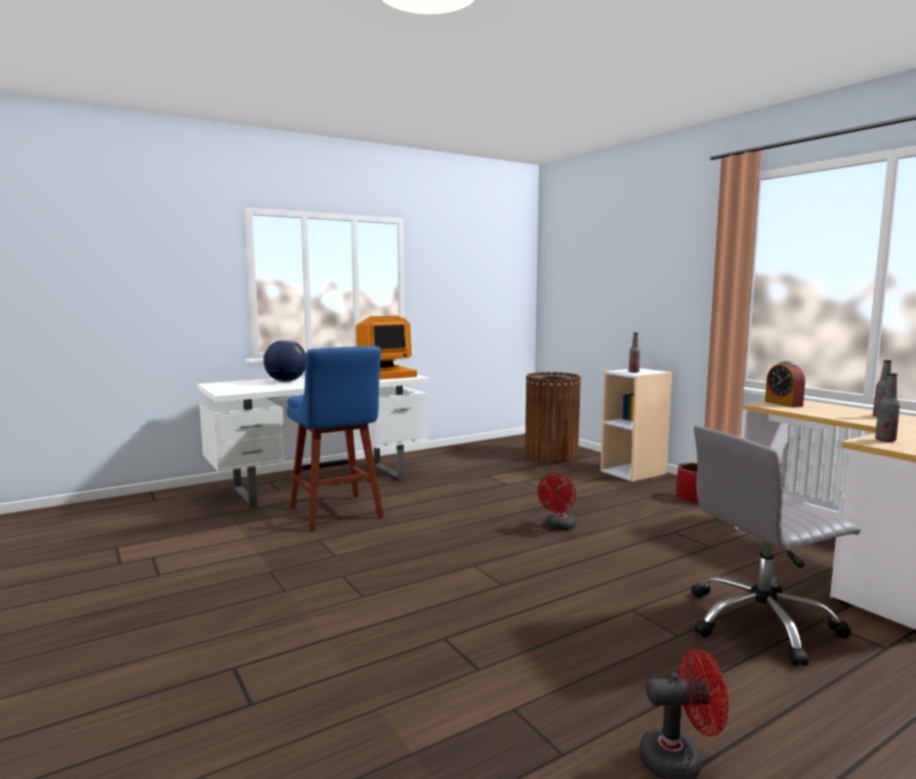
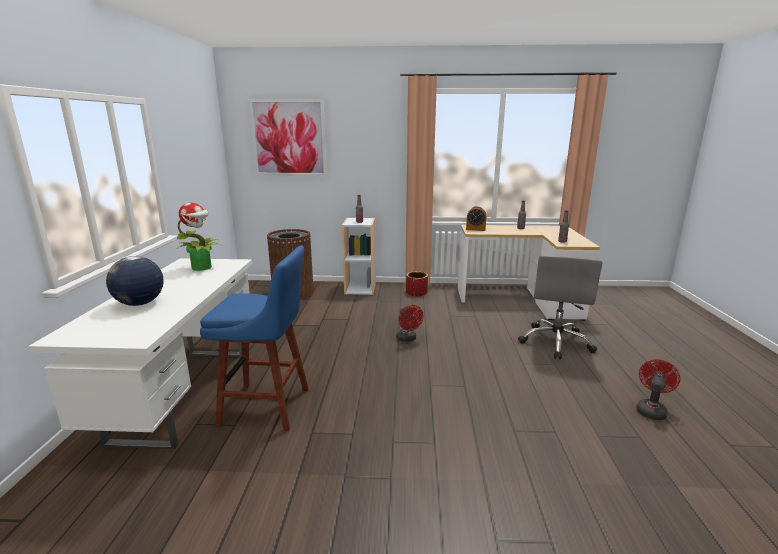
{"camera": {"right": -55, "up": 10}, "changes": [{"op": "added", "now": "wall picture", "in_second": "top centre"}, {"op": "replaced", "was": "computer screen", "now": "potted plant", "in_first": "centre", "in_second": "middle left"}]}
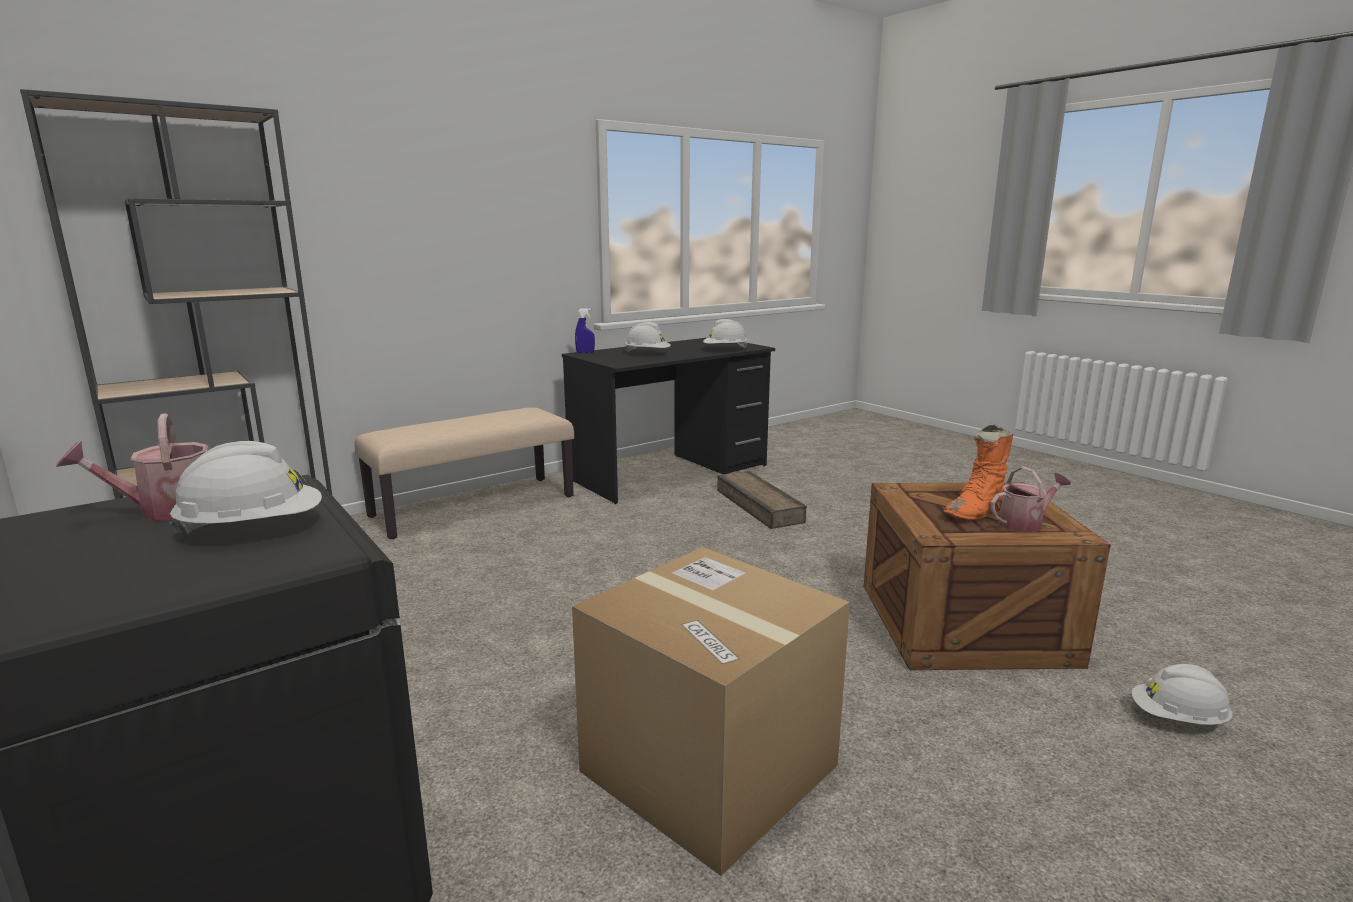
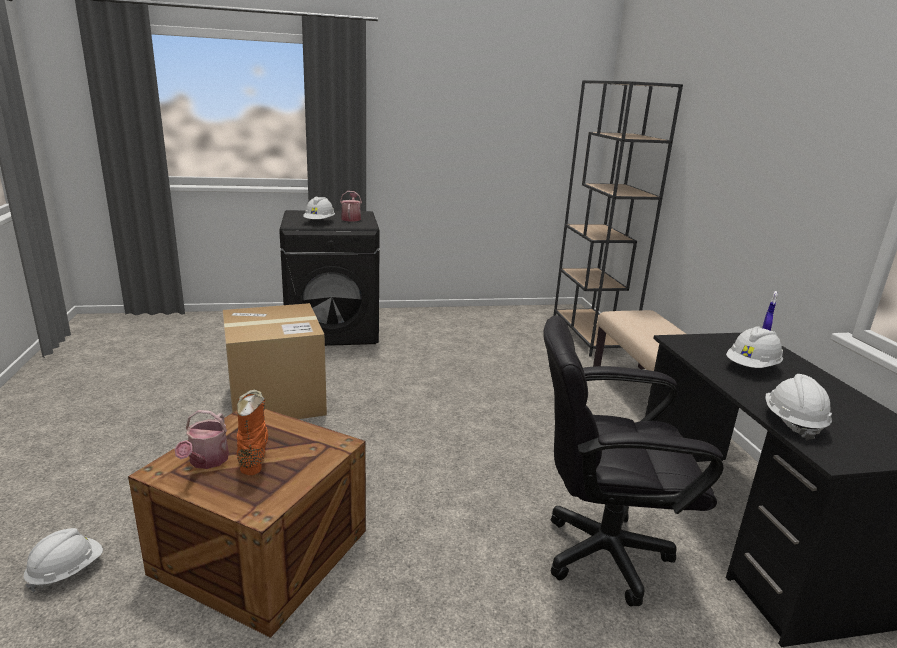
{"camera": {"right": 115, "up": 5}, "changes": [{"op": "replaced", "was": "crate (1st from left)", "now": "blackish computer chair", "in_first": "centre", "in_second": "bottom right"}]}
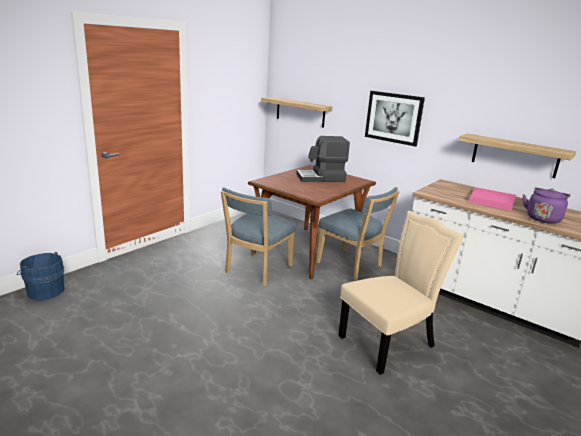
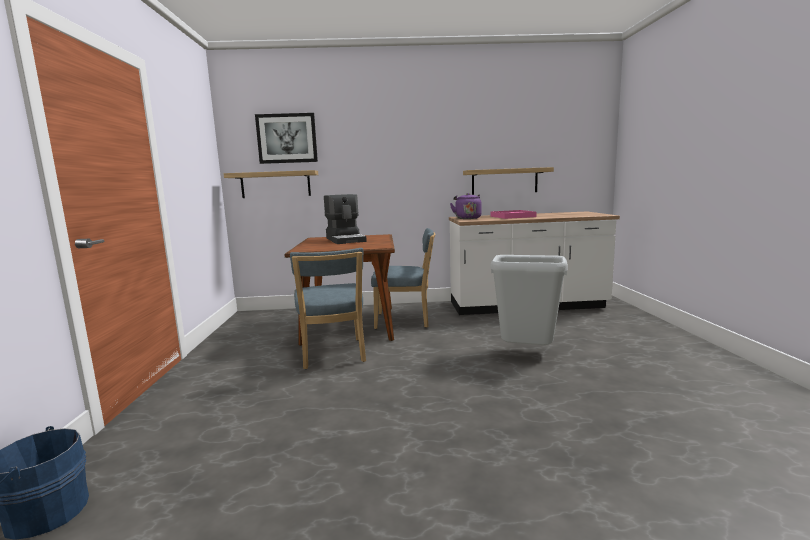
{"camera": {"right": -40, "up": -10}, "changes": [{"op": "moved", "was": "wall picture", "in_first": "top right", "in_second": "top centre"}, {"op": "moved", "was": "purplish water kettle", "in_first": "middle right", "in_second": "centre"}, {"op": "replaced", "was": "sand-coloured plain chair", "now": "gray waste bin", "in_first": "bottom right", "in_second": "centre"}, {"op": "turned", "was": "coffee maker", "in_first": "centre", "in_second": "centre", "clockwise": -60}]}
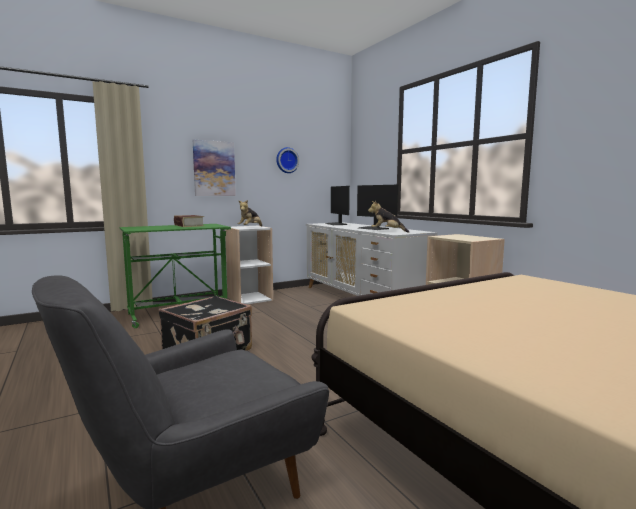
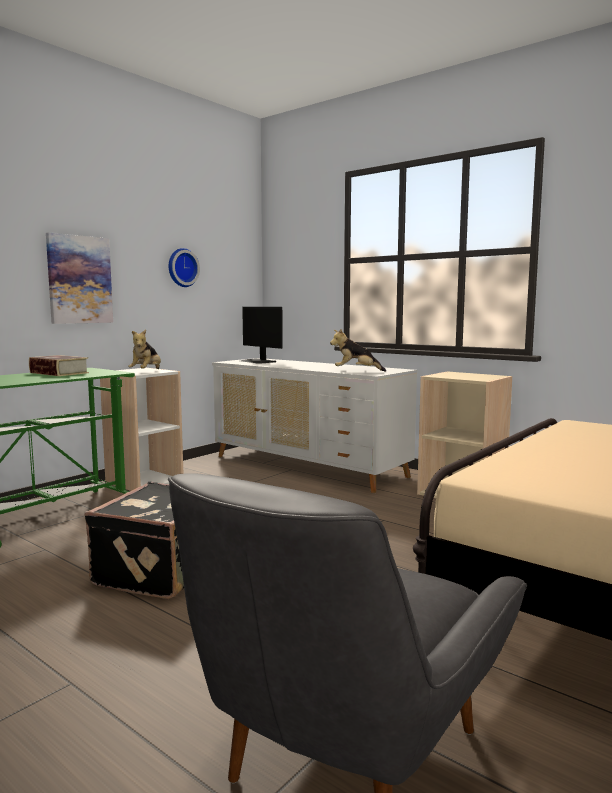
{"camera": {"right": -20, "up": 0}, "changes": [{"op": "removed", "was": "computer screen (2nd from left)", "in_first": "centre"}]}
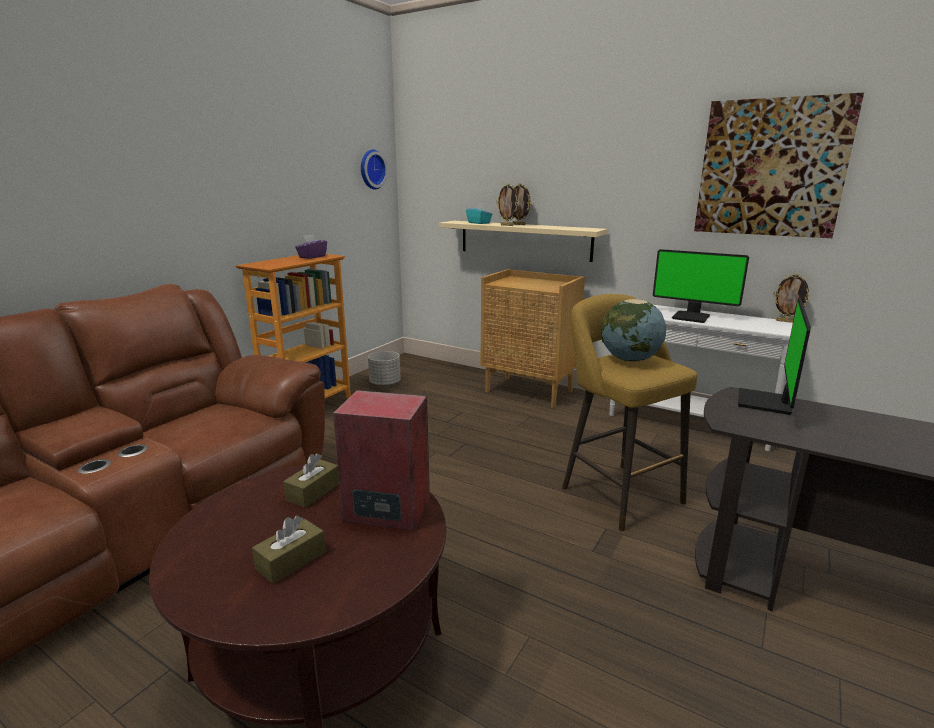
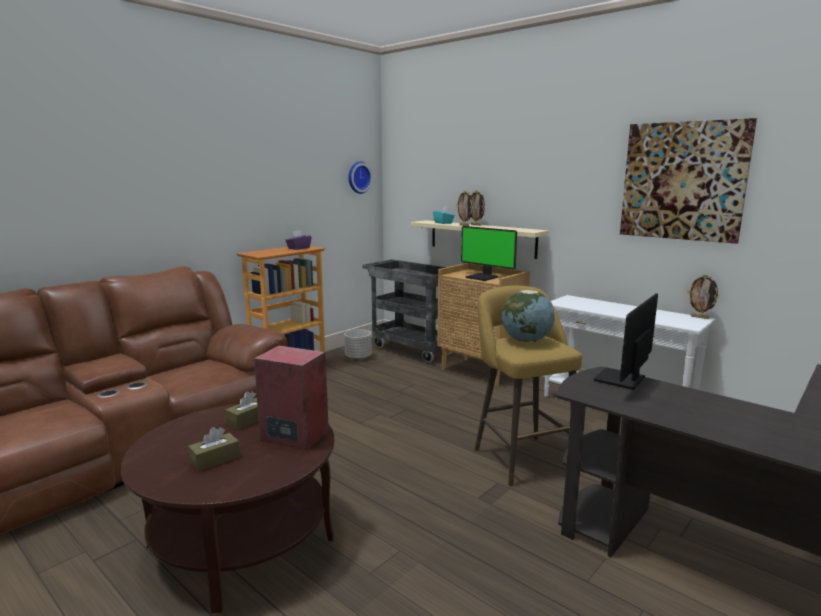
{"camera": {"right": 10, "up": -5}, "changes": [{"op": "added", "now": "blackish wheeled cart", "in_second": "centre"}, {"op": "moved", "was": "computer screen (1st from left)", "in_first": "middle right", "in_second": "centre"}]}
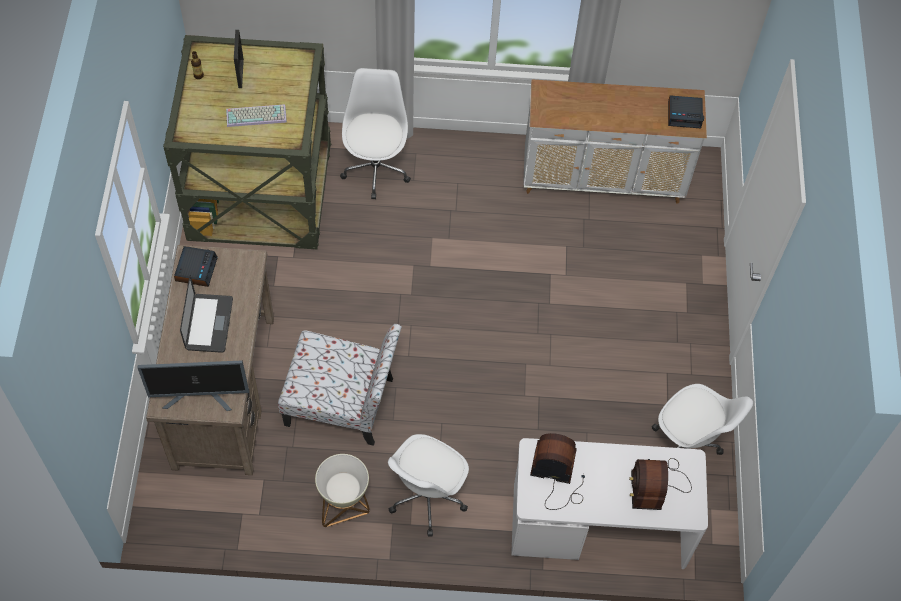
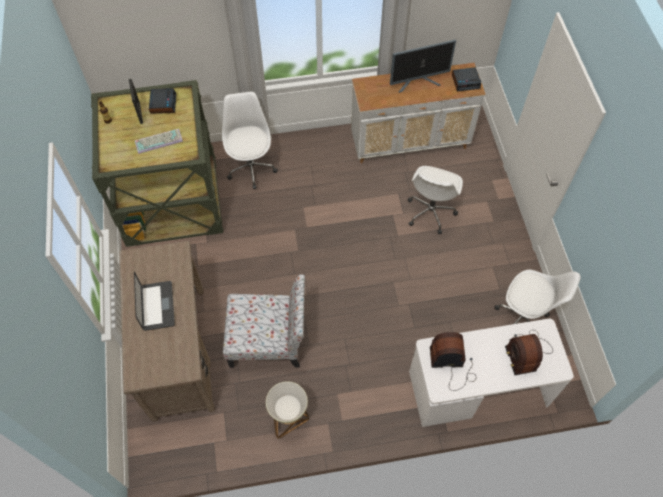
{"camera": {"right": -10, "up": 0}, "changes": [{"op": "moved", "was": "computer screen", "in_first": "middle left", "in_second": "top centre"}, {"op": "moved", "was": "table clock (1st from left)", "in_first": "middle left", "in_second": "top left"}, {"op": "moved", "was": "white-coloured computer chair (2nd from left)", "in_first": "bottom centre", "in_second": "centre"}]}
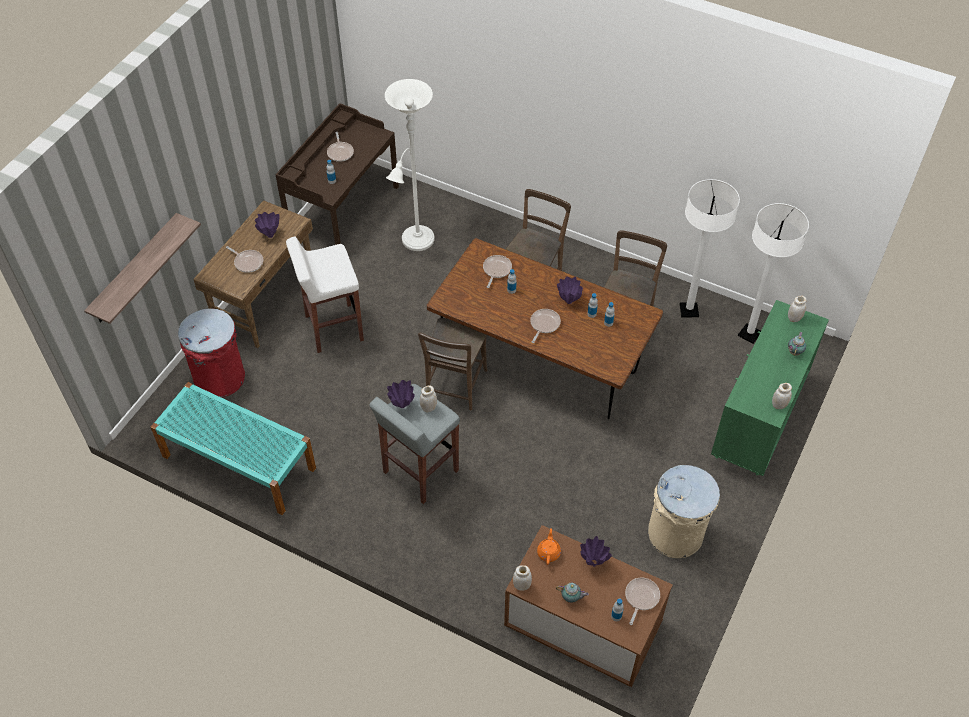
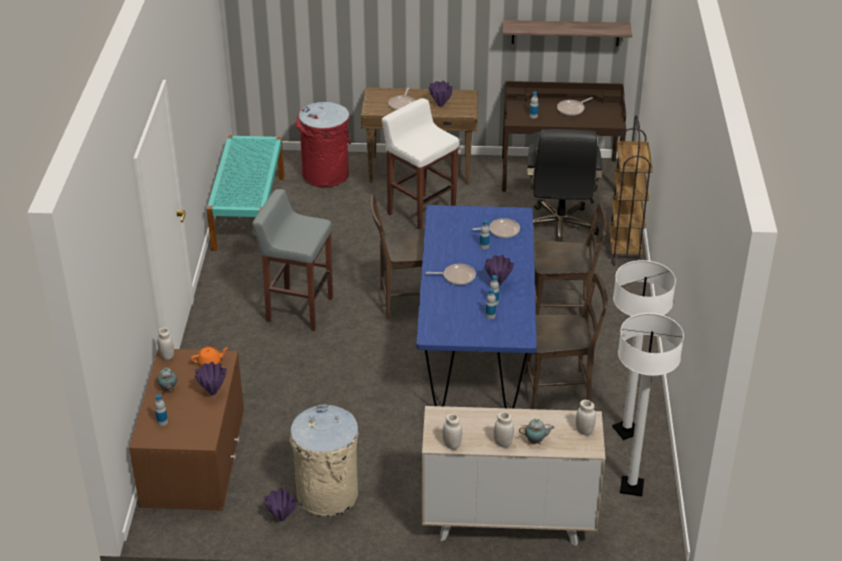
{"camera": {"right": 65, "up": -15}, "changes": [{"op": "removed", "was": "frying pan (5th from left)", "in_first": "bottom centre"}, {"op": "added", "now": "brown wheeled cart", "in_second": "middle right"}, {"op": "moved", "was": "shelf", "in_first": "middle left", "in_second": "top right"}, {"op": "moved", "was": "purplish decorative vase (2nd from left)", "in_first": "centre", "in_second": "bottom left"}, {"op": "moved", "was": "white-coloured jar (1st from left in the first image)", "now": "white-coloured jar (3rd from left)", "in_first": "centre", "in_second": "bottom centre"}, {"op": "replaced", "was": "white-coloured standard lamp (1st from left)", "now": "blackish computer chair", "in_first": "top centre", "in_second": "top right"}, {"op": "recoloured", "was": "brown dining table", "now": "blue dining table", "in_first": "centre", "in_second": "centre"}, {"op": "recoloured", "was": "greenish chest of drawers", "now": "white-coloured chest of drawers", "in_first": "middle right", "in_second": "bottom centre"}]}
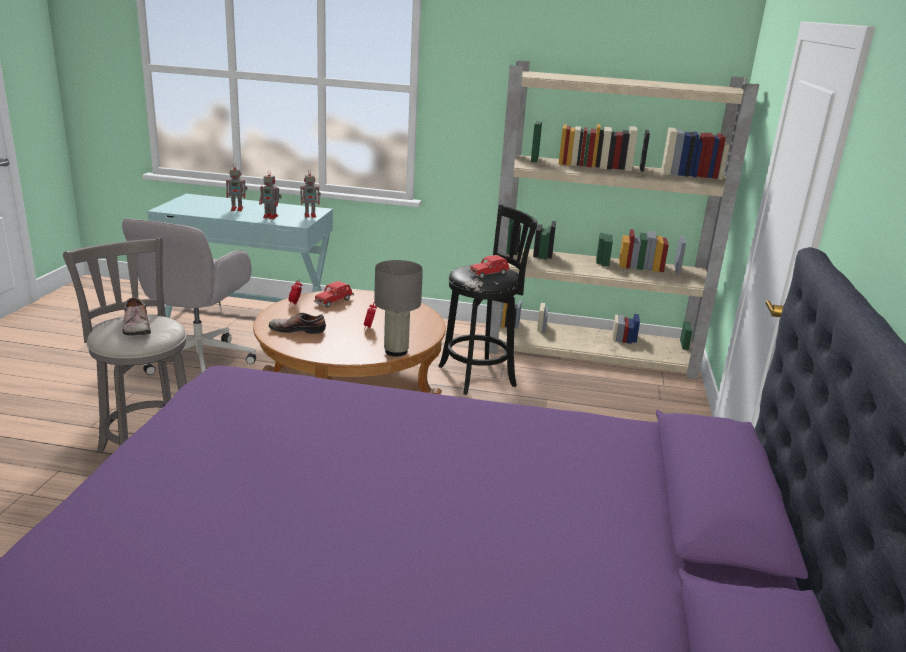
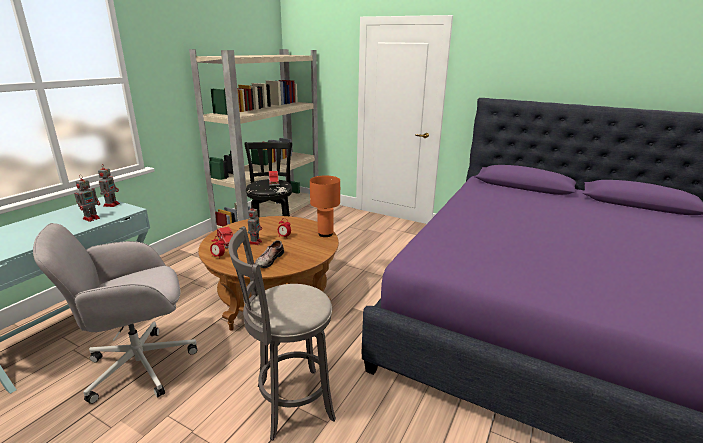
{"camera": {"right": -70, "up": 0}, "changes": [{"op": "removed", "was": "low shoe (1st from left)", "in_first": "middle left"}, {"op": "moved", "was": "robot figure (1st from left in the first image)", "now": "robot figure (3rd from left)", "in_first": "top left", "in_second": "centre"}, {"op": "recoloured", "was": "gray tabletop lamp", "now": "orange-coloured tabletop lamp", "in_first": "centre", "in_second": "centre"}, {"op": "turned", "was": "gray computer chair", "in_first": "middle left", "in_second": "bottom left", "clockwise": 120}]}
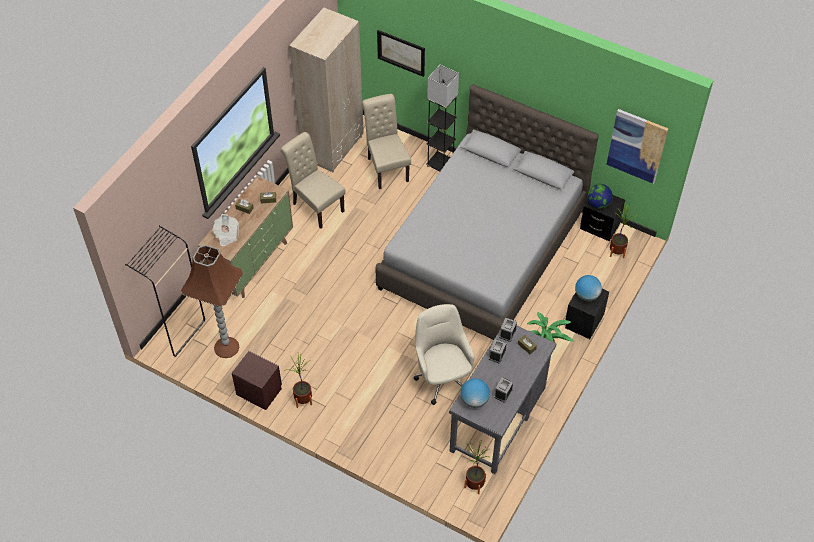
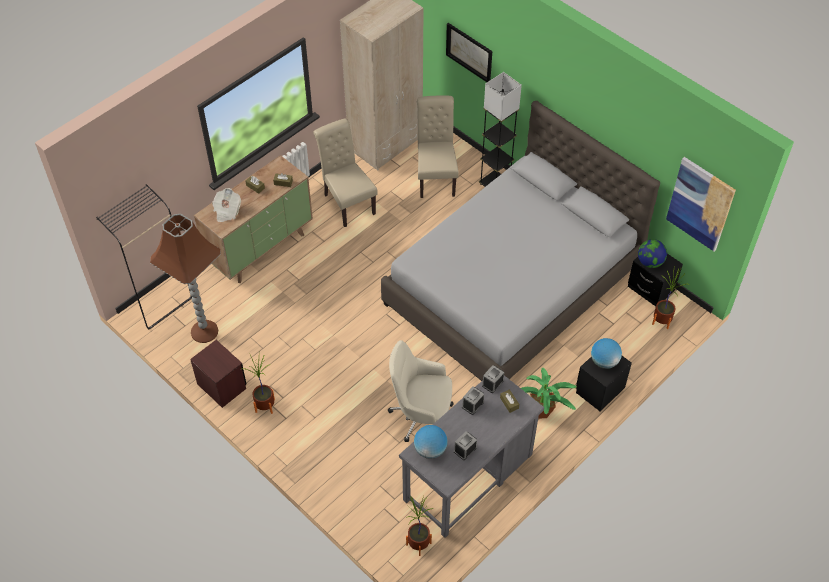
{"camera": {"right": 15, "up": 0}, "changes": [{"op": "turned", "was": "sand-coloured computer chair", "in_first": "centre", "in_second": "bottom centre", "clockwise": -75}]}
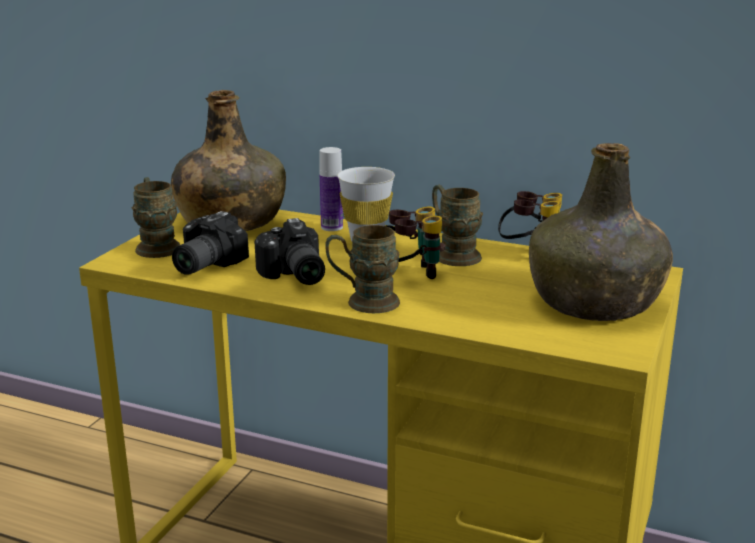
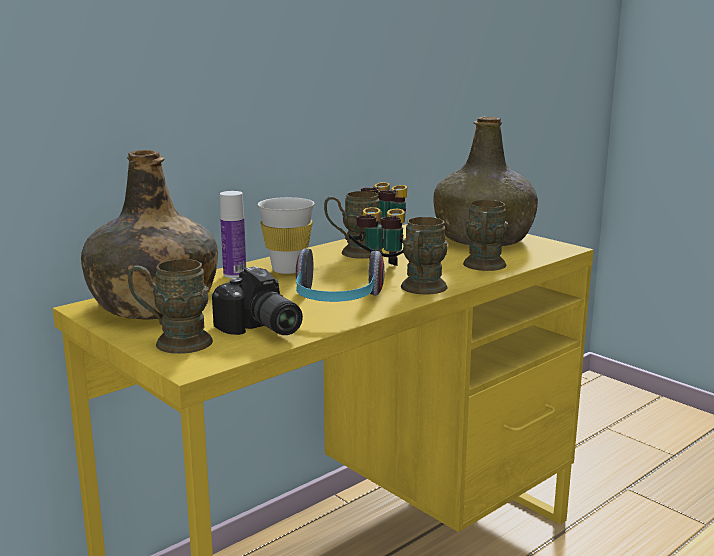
{"camera": {"right": -65, "up": -5}, "changes": [{"op": "added", "now": "brown coffee mug (4th from left)", "in_second": "middle right"}, {"op": "replaced", "was": "photo camera (2nd from left)", "now": "headphones", "in_first": "centre", "in_second": "centre"}]}
